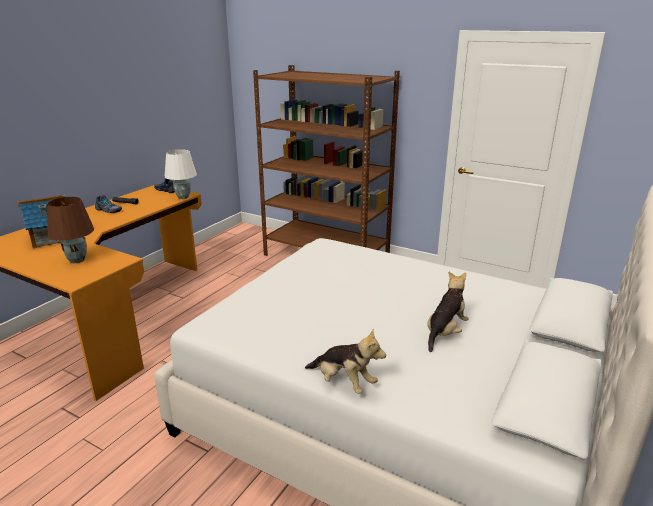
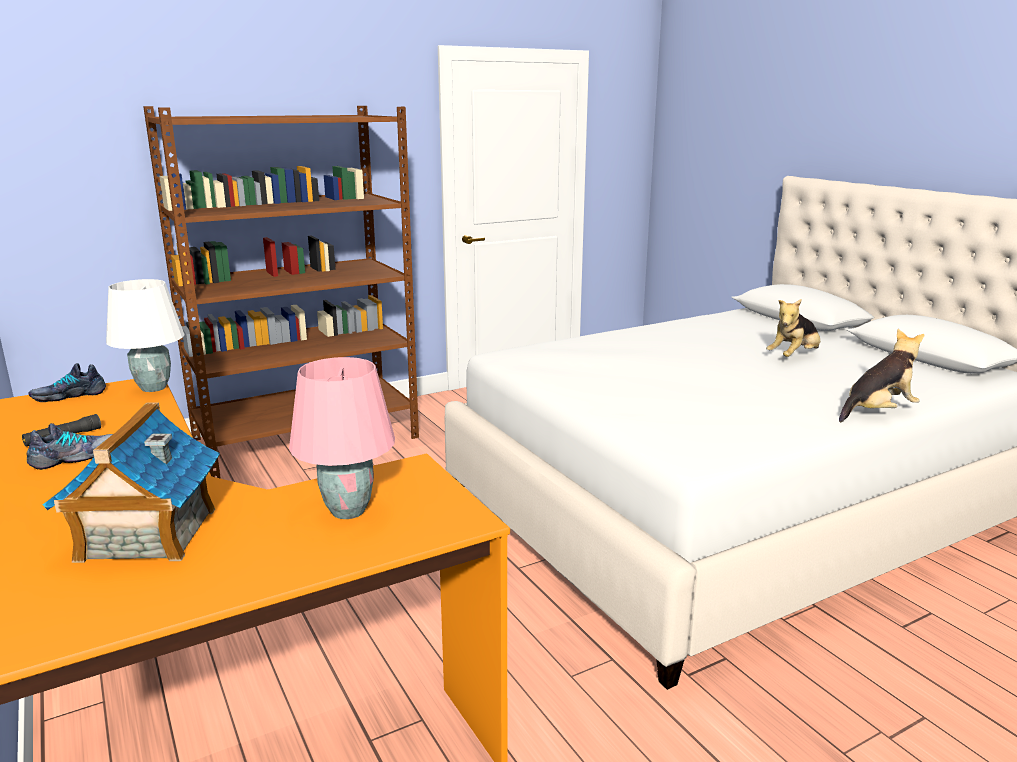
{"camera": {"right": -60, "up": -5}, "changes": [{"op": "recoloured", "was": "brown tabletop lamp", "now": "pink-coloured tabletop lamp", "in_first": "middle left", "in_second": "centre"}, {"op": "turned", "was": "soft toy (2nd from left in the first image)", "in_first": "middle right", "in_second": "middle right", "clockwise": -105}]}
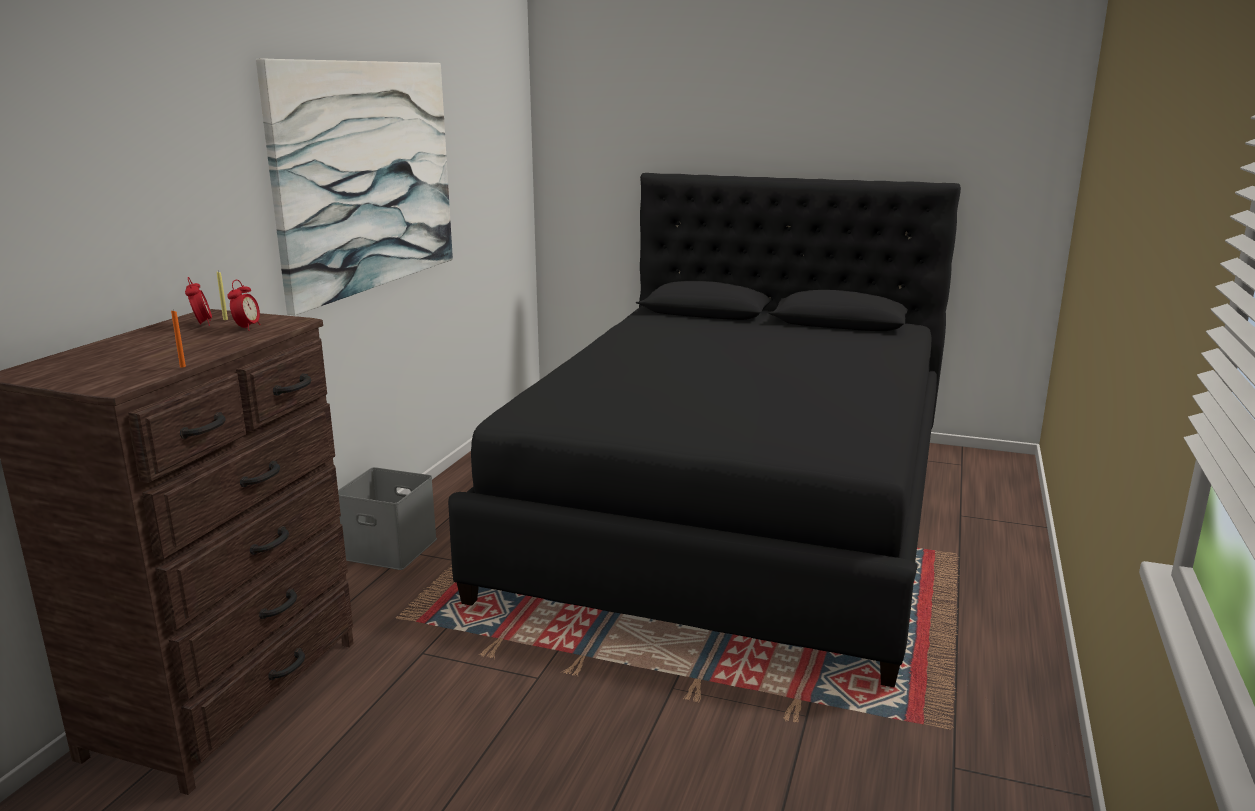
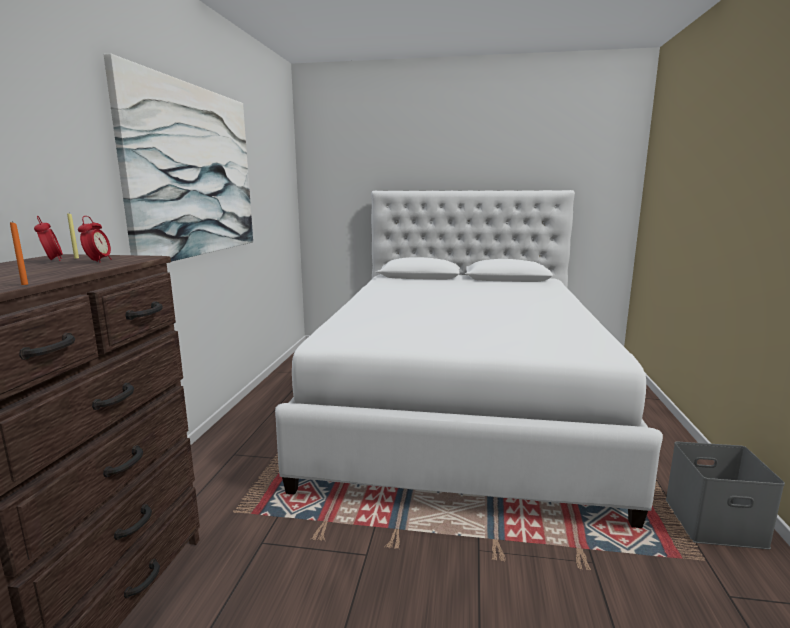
{"camera": {"right": -10, "up": -5}, "changes": [{"op": "moved", "was": "gray storage box", "in_first": "middle left", "in_second": "bottom right"}, {"op": "recoloured", "was": "blackish bedroom bed", "now": "white-coloured bedroom bed", "in_first": "centre", "in_second": "centre"}]}
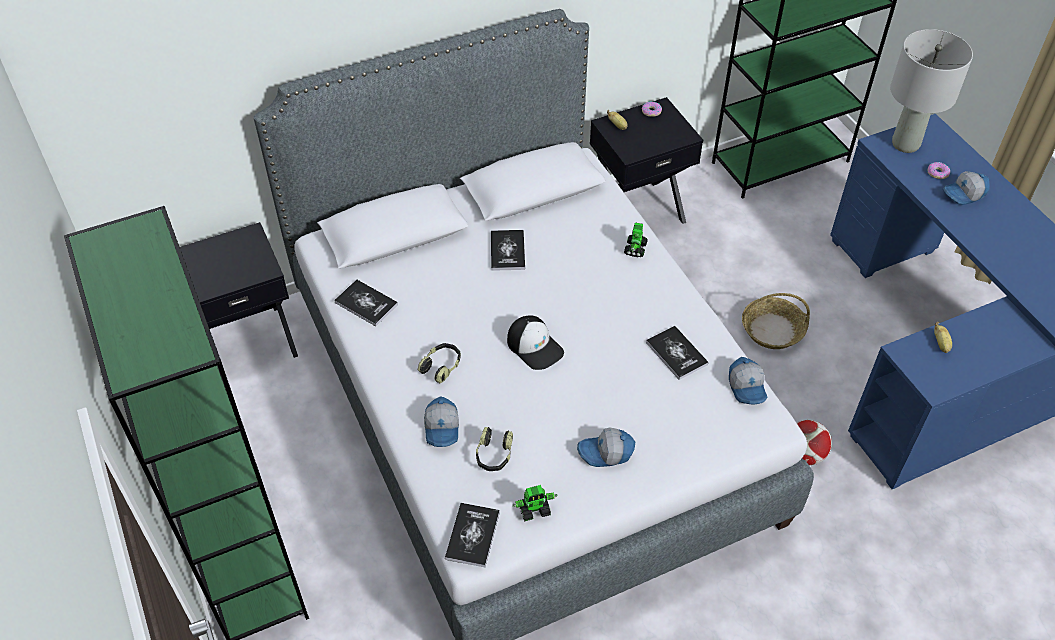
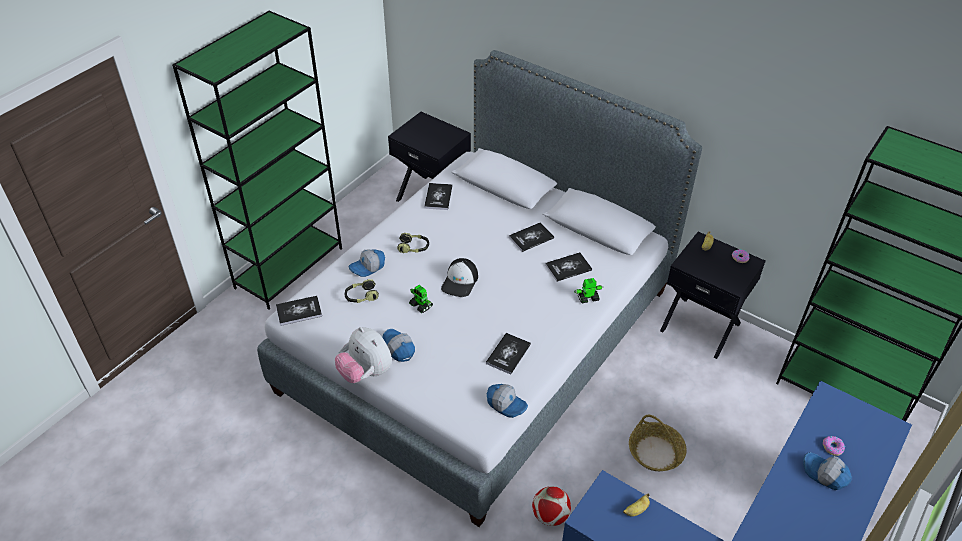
{"camera": {"right": 60, "up": -5}, "changes": [{"op": "removed", "was": "gray tabletop lamp", "in_first": "top right"}, {"op": "added", "now": "soft toy", "in_second": "centre"}, {"op": "added", "now": "book (5th from left)", "in_second": "centre"}, {"op": "moved", "was": "robot figure (1st from left)", "in_first": "bottom centre", "in_second": "centre"}, {"op": "turned", "was": "cap (4th from left)", "in_first": "middle right", "in_second": "bottom centre", "clockwise": -105}]}
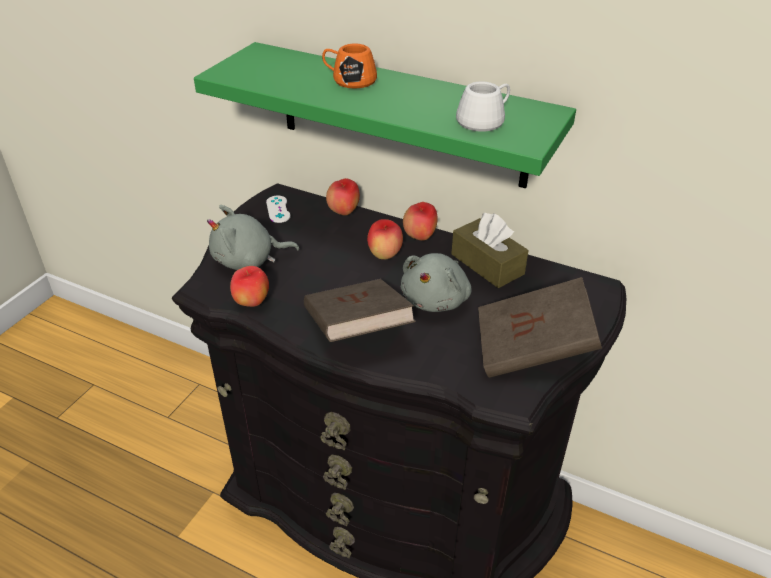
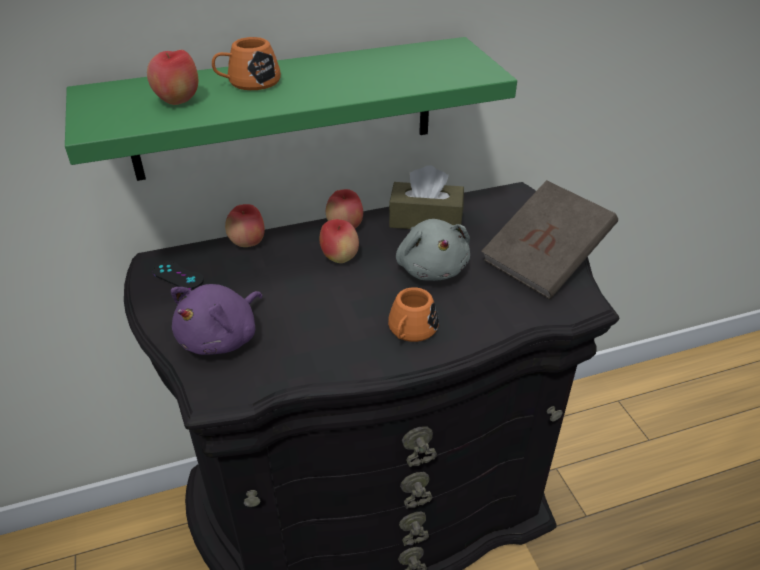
{"camera": {"right": -45, "up": 0}, "changes": [{"op": "removed", "was": "white-coloured coffee mug", "in_first": "top centre"}, {"op": "moved", "was": "whole apple (1st from left)", "in_first": "middle left", "in_second": "top left"}, {"op": "replaced", "was": "brown book (1st from left)", "now": "orange-coloured coffee mug (2nd from left)", "in_first": "centre", "in_second": "centre"}, {"op": "recoloured", "was": "gray soft toy (1st from left)", "now": "purplish soft toy", "in_first": "middle left", "in_second": "middle left"}, {"op": "recoloured", "was": "white-coloured game controller", "now": "blackish game controller", "in_first": "centre", "in_second": "middle left"}]}
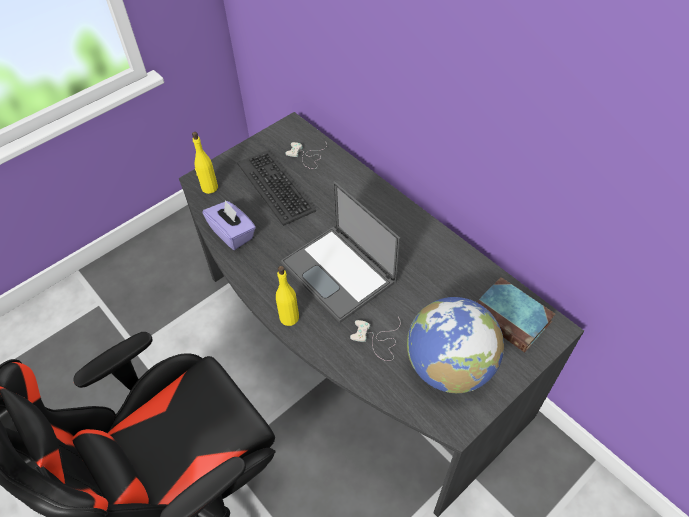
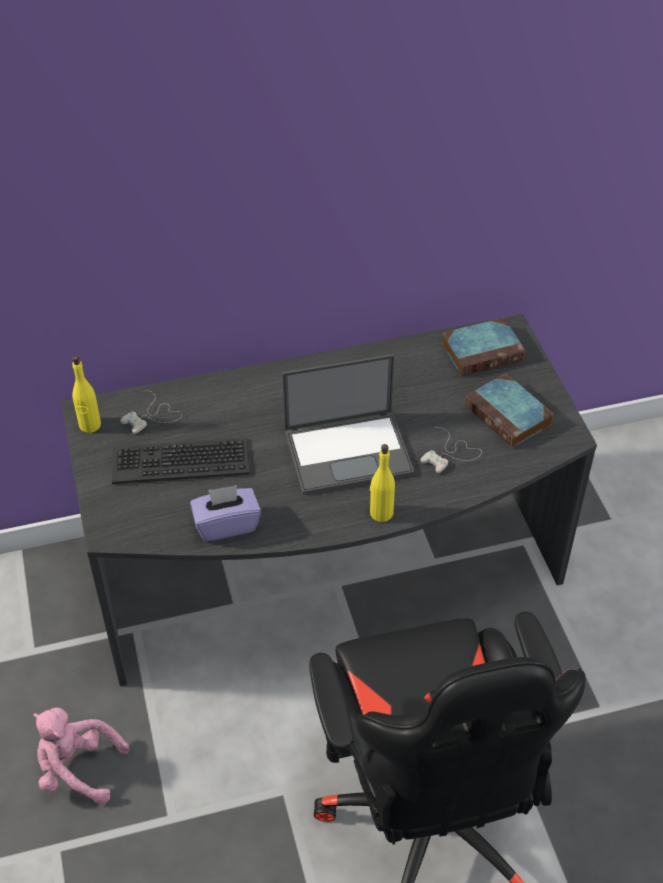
{"camera": {"right": -65, "up": -5}, "changes": [{"op": "added", "now": "pink-coloured soft toy", "in_second": "bottom left"}, {"op": "moved", "was": "yellow-coloured bottle (1st from left)", "in_first": "top left", "in_second": "middle left"}, {"op": "replaced", "was": "desk globe", "now": "book (2nd from left)", "in_first": "bottom centre", "in_second": "middle right"}]}
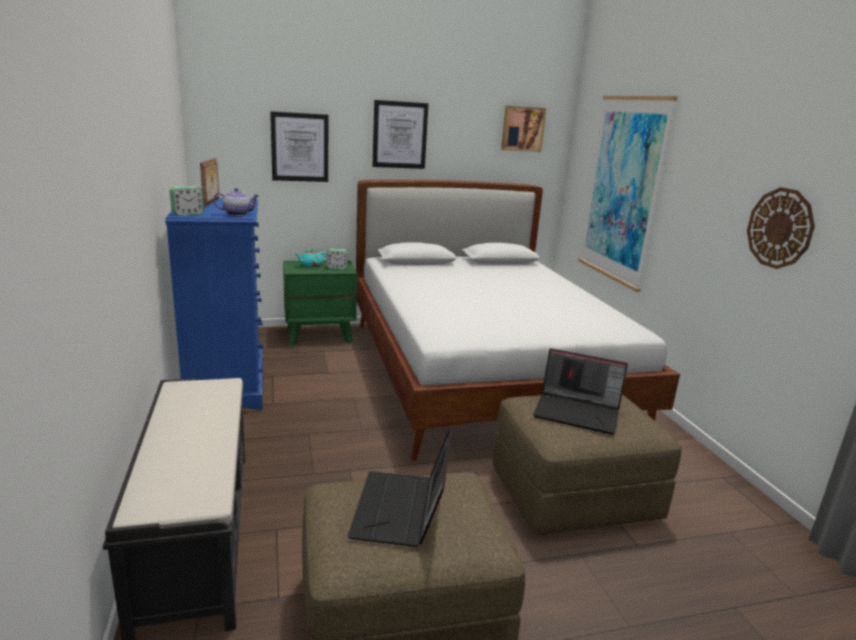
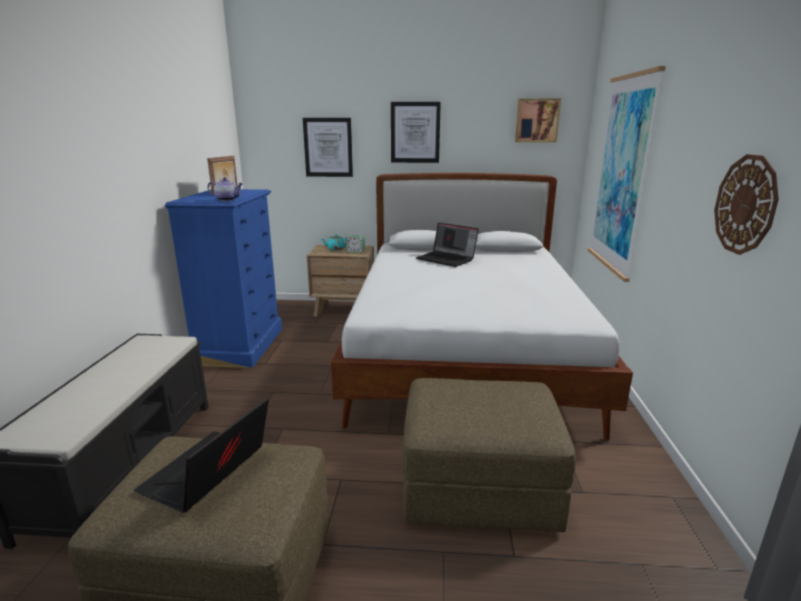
{"camera": {"right": 20, "up": 0}, "changes": [{"op": "removed", "was": "table clock (1st from left)", "in_first": "top left"}, {"op": "moved", "was": "notebook computer (2nd from left)", "in_first": "middle right", "in_second": "centre"}, {"op": "recoloured", "was": "greenish nightstand", "now": "brown nightstand", "in_first": "centre", "in_second": "centre"}]}
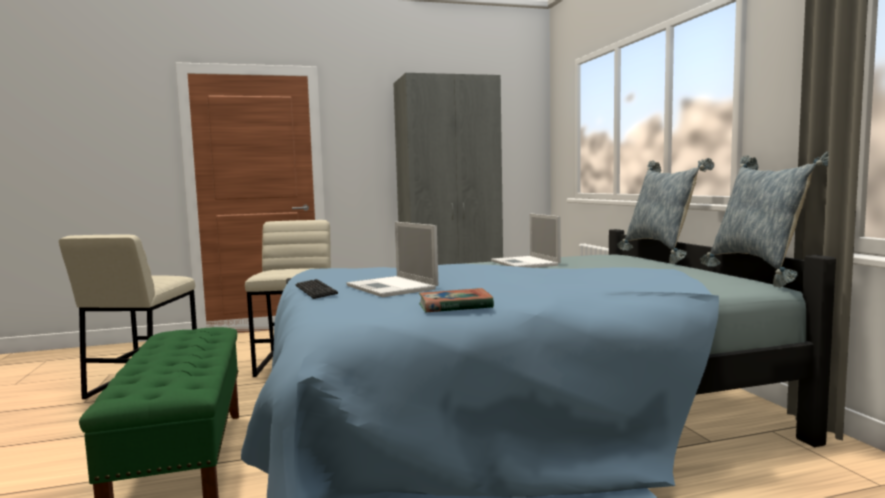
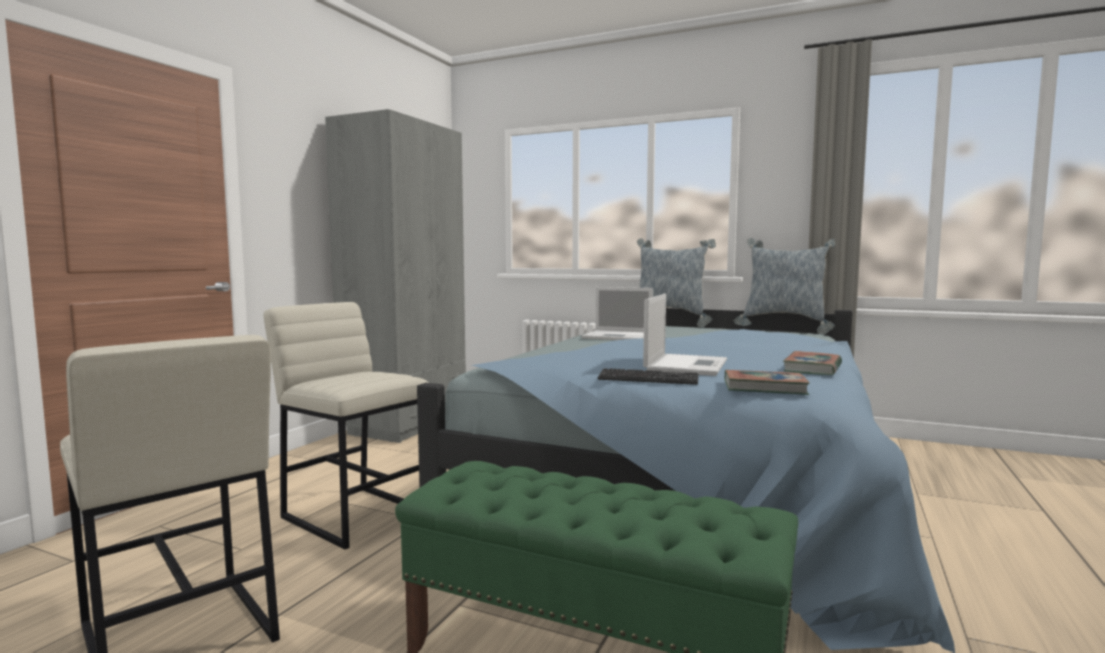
{"camera": {"right": -50, "up": 0}, "changes": [{"op": "added", "now": "book (1st from left)", "in_second": "middle right"}, {"op": "turned", "was": "notebook computer (1st from left in the first image)", "in_first": "centre", "in_second": "centre", "clockwise": -75}]}
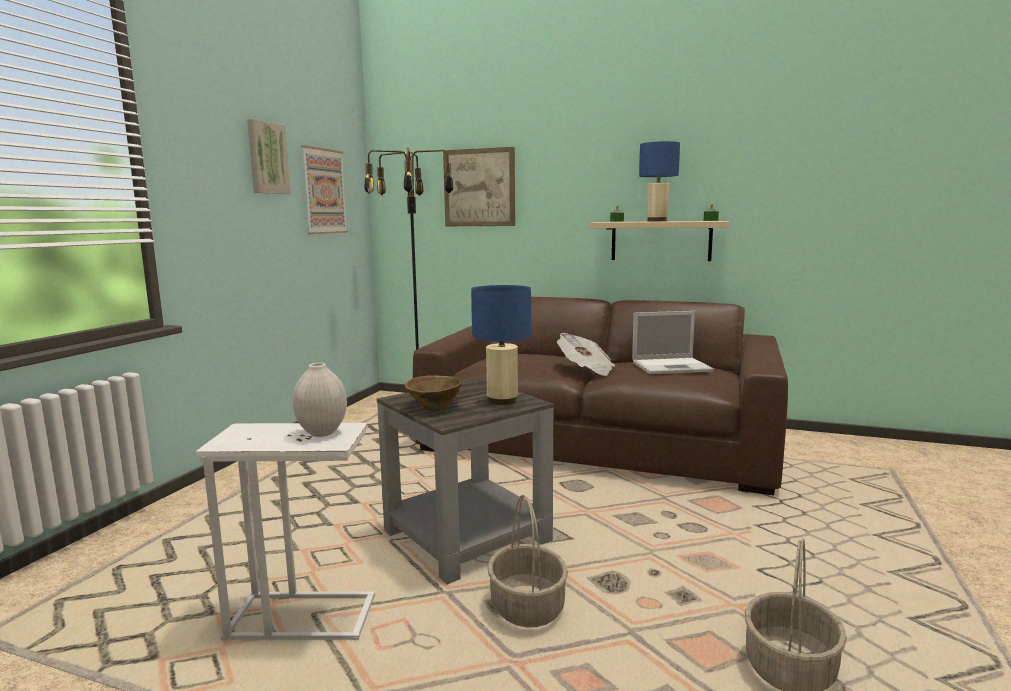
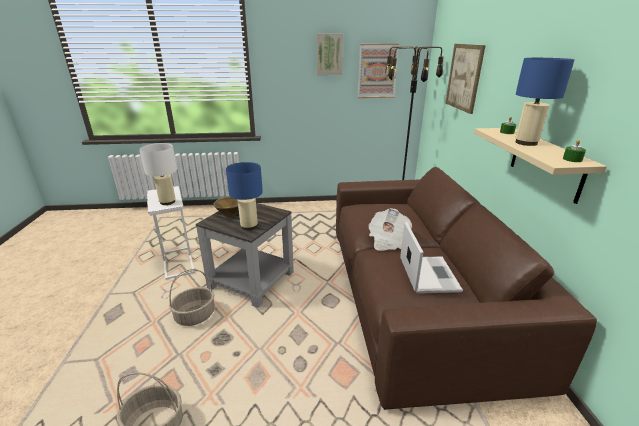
{"camera": {"right": 65, "up": 15}, "changes": [{"op": "replaced", "was": "white-coloured decorative vase", "now": "white-coloured tabletop lamp", "in_first": "middle left", "in_second": "middle left"}, {"op": "turned", "was": "notebook computer", "in_first": "centre", "in_second": "middle right", "clockwise": -150}]}
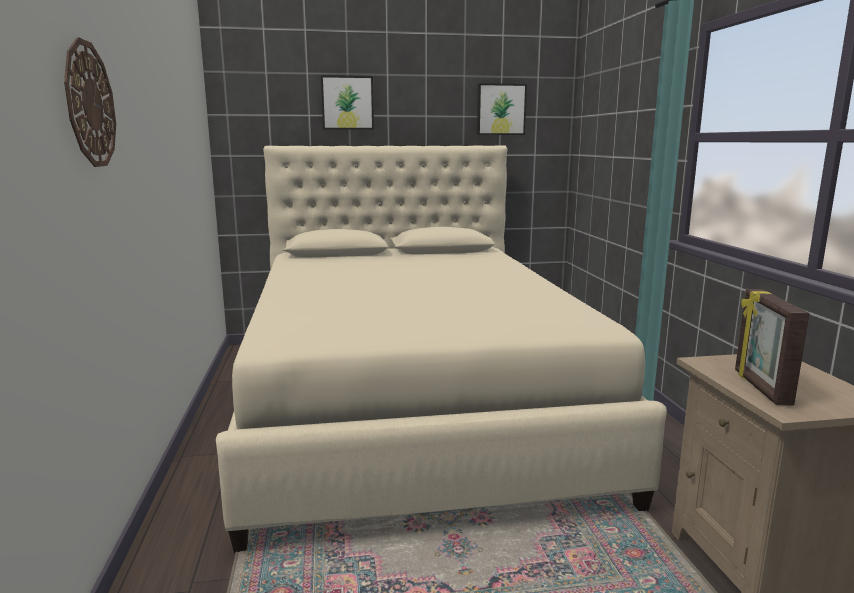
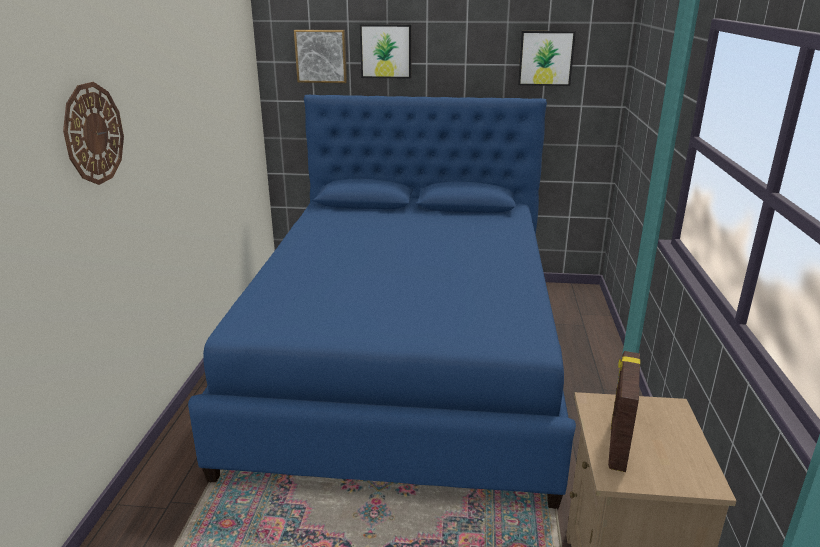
{"camera": {"right": 15, "up": 10}, "changes": [{"op": "added", "now": "wall picture (1st from left)", "in_second": "top centre"}, {"op": "recoloured", "was": "sand-coloured bedroom bed", "now": "blue bedroom bed", "in_first": "centre", "in_second": "centre"}]}
